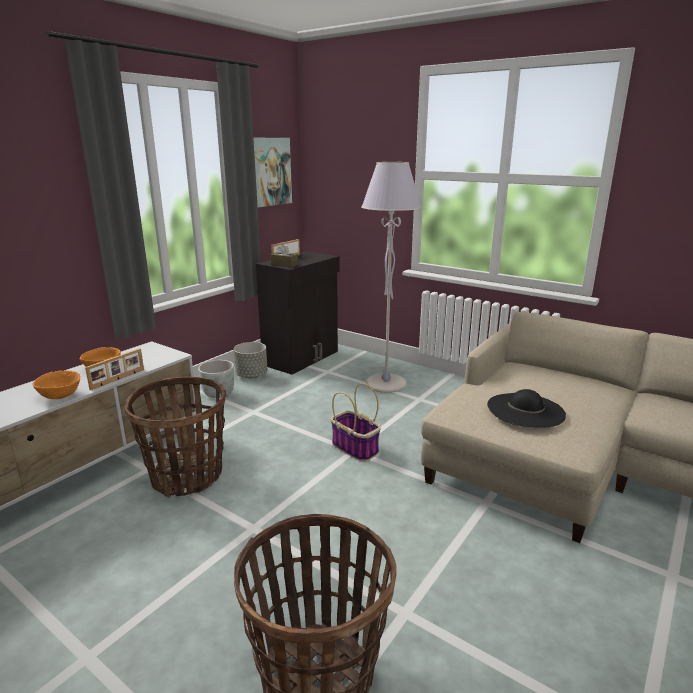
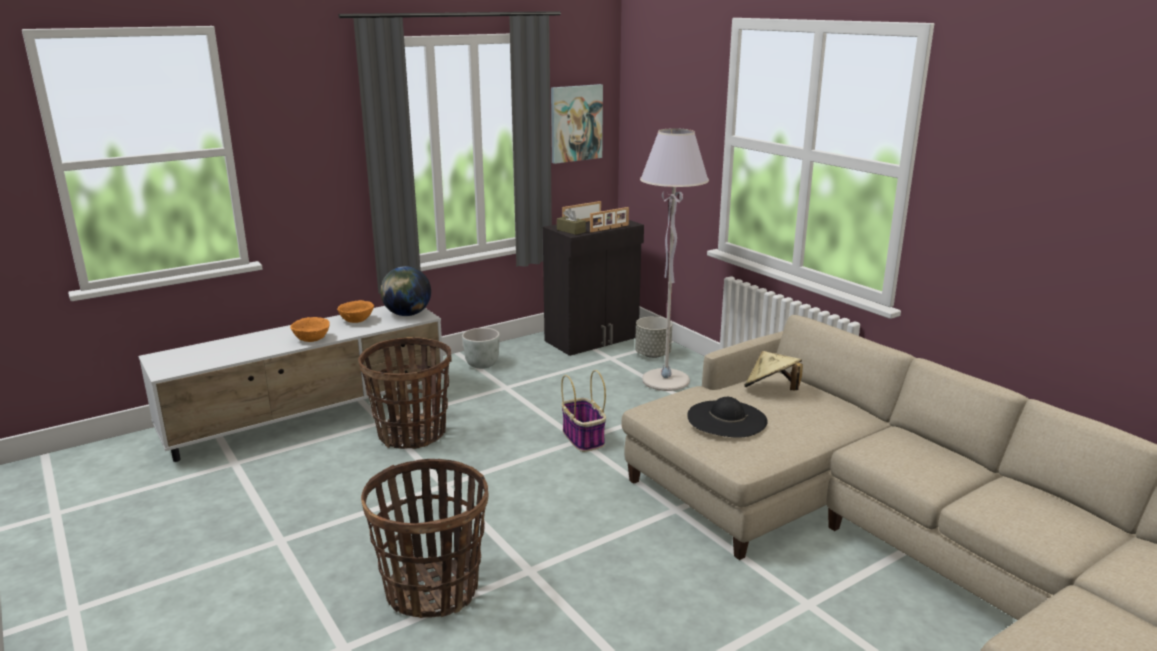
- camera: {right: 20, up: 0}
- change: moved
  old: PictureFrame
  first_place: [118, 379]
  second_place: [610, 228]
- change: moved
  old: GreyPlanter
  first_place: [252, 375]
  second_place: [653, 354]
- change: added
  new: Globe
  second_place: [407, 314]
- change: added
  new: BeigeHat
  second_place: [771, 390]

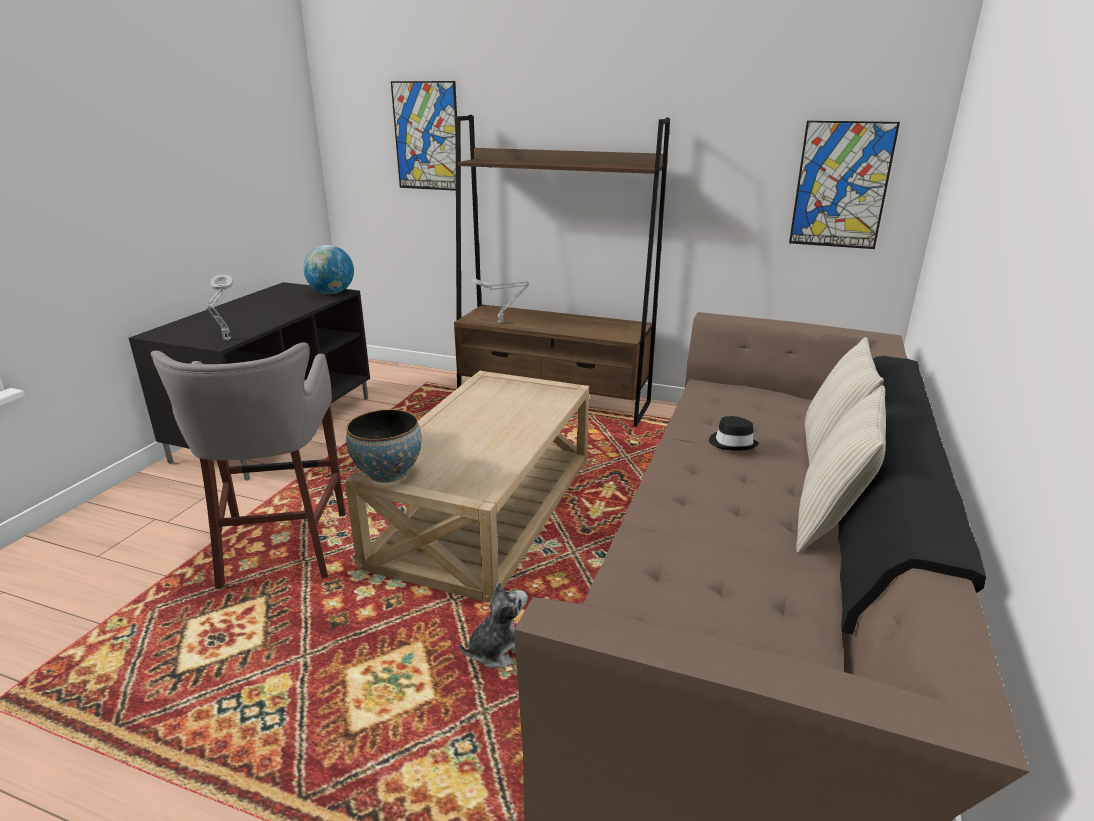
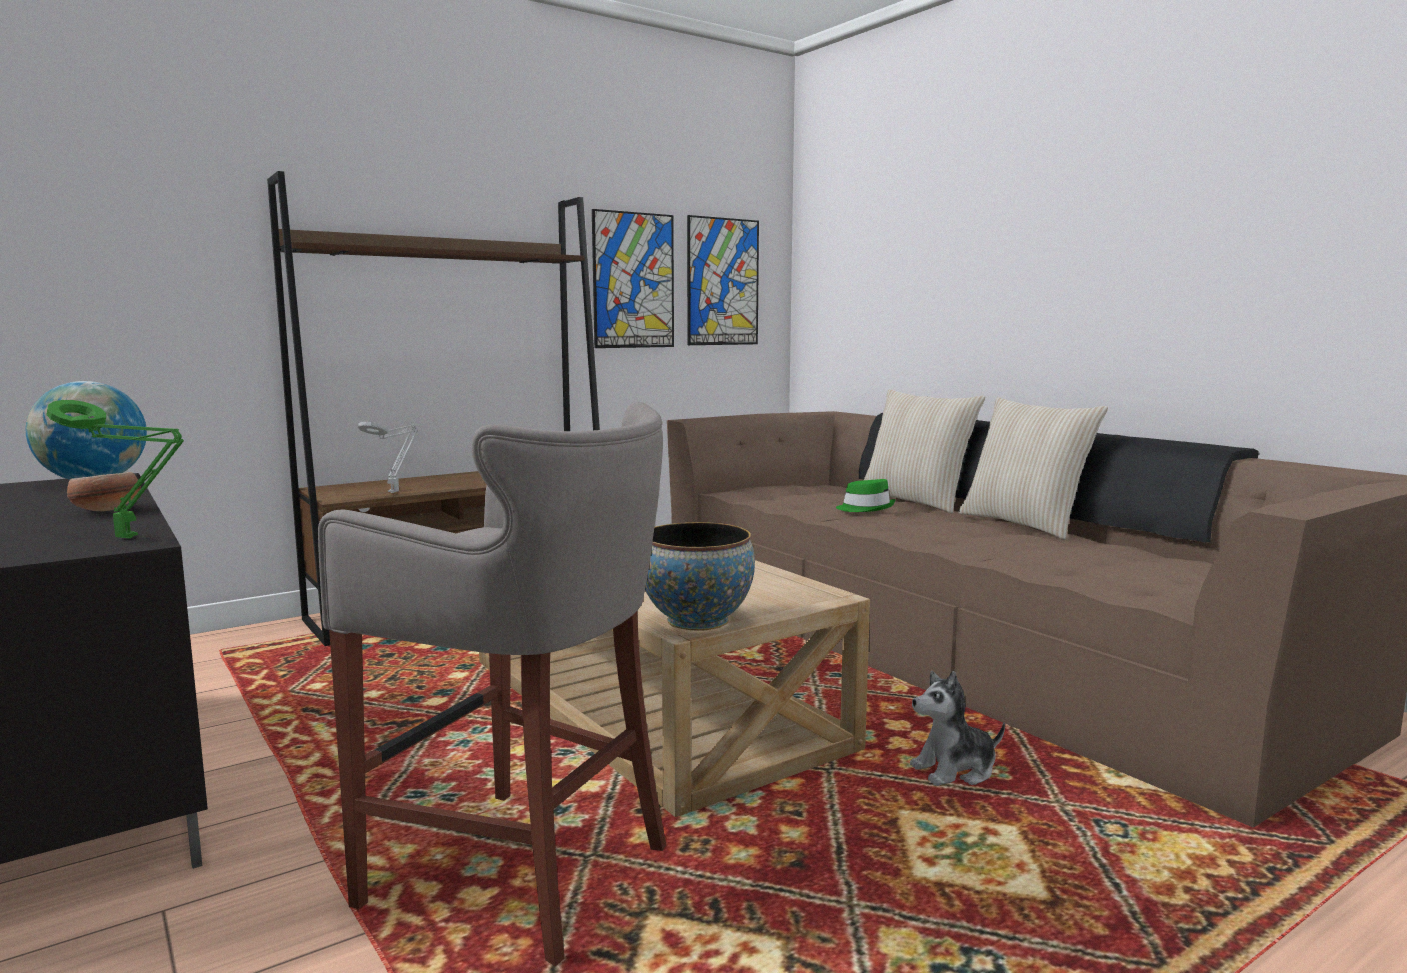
- camera: {right: -55, up: -15}
- change: recoloured
  old: GreyTableLamp
  new: GreenTableLamp
  first_place: [226, 340]
  second_place: [130, 538]
- change: moved
  old: Picture
  first_place: [426, 136]
  second_place: [633, 280]
- change: turned
  old: PlushToy
  first_place: [496, 650]
  second_place: [955, 770]
  degrees: -105
- change: recoloured
  old: BlackHat
  new: GreenHat
  first_place: [732, 443]
  second_place: [866, 508]
- change: added
  new: Bowl
  second_place: [106, 510]

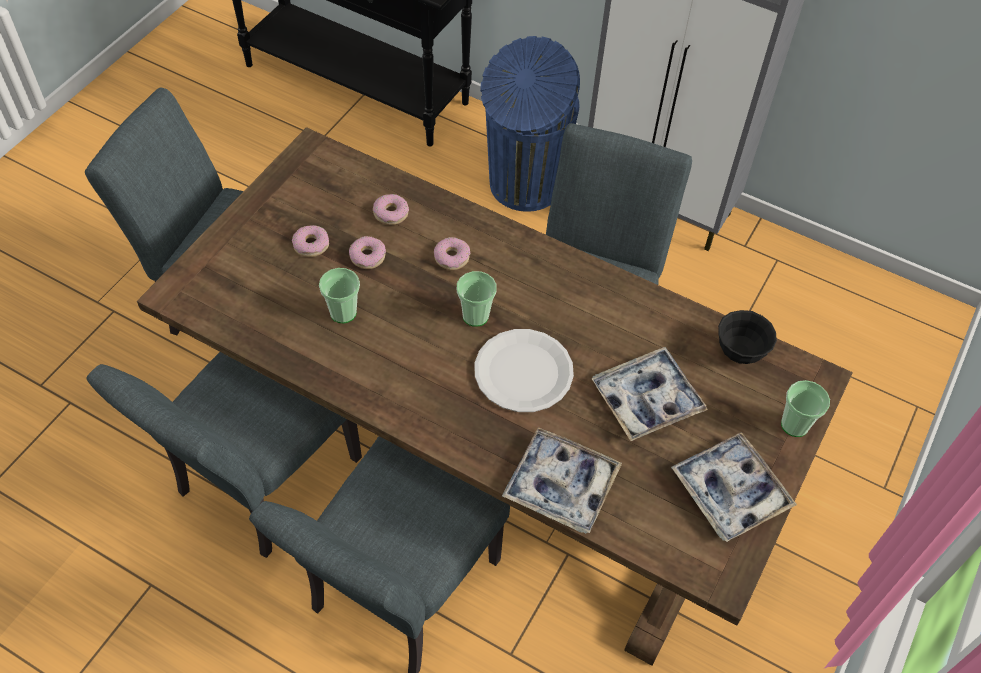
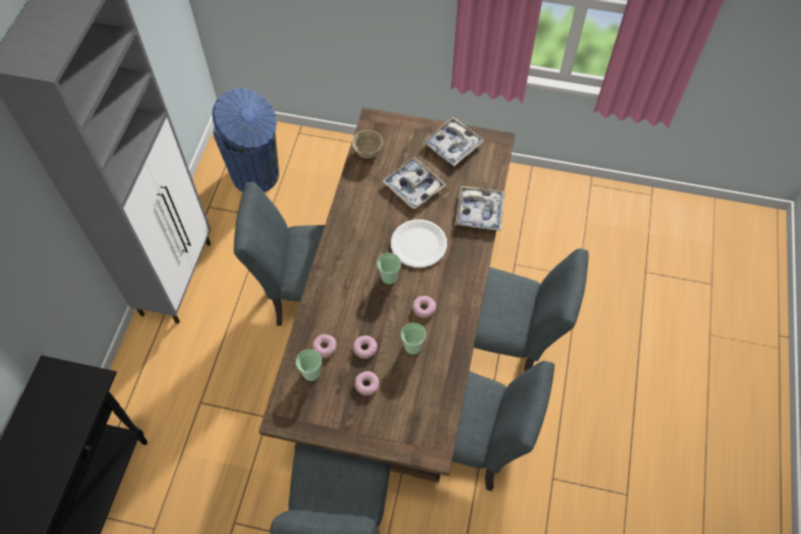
- camera: {right: -105, up: 5}
- change: moved
  old: Donut
  first_place: [452, 257]
  second_place: [424, 308]
- change: moved
  old: BlueTrashCan
  first_place: [523, 186]
  second_place: [257, 175]
- change: recoloured
  old: BlackBowl
  new: BeigeBowl
  first_place: [740, 352]
  second_place: [367, 153]
- change: moved
  old: Cup
  first_place: [795, 425]
  second_place: [311, 373]

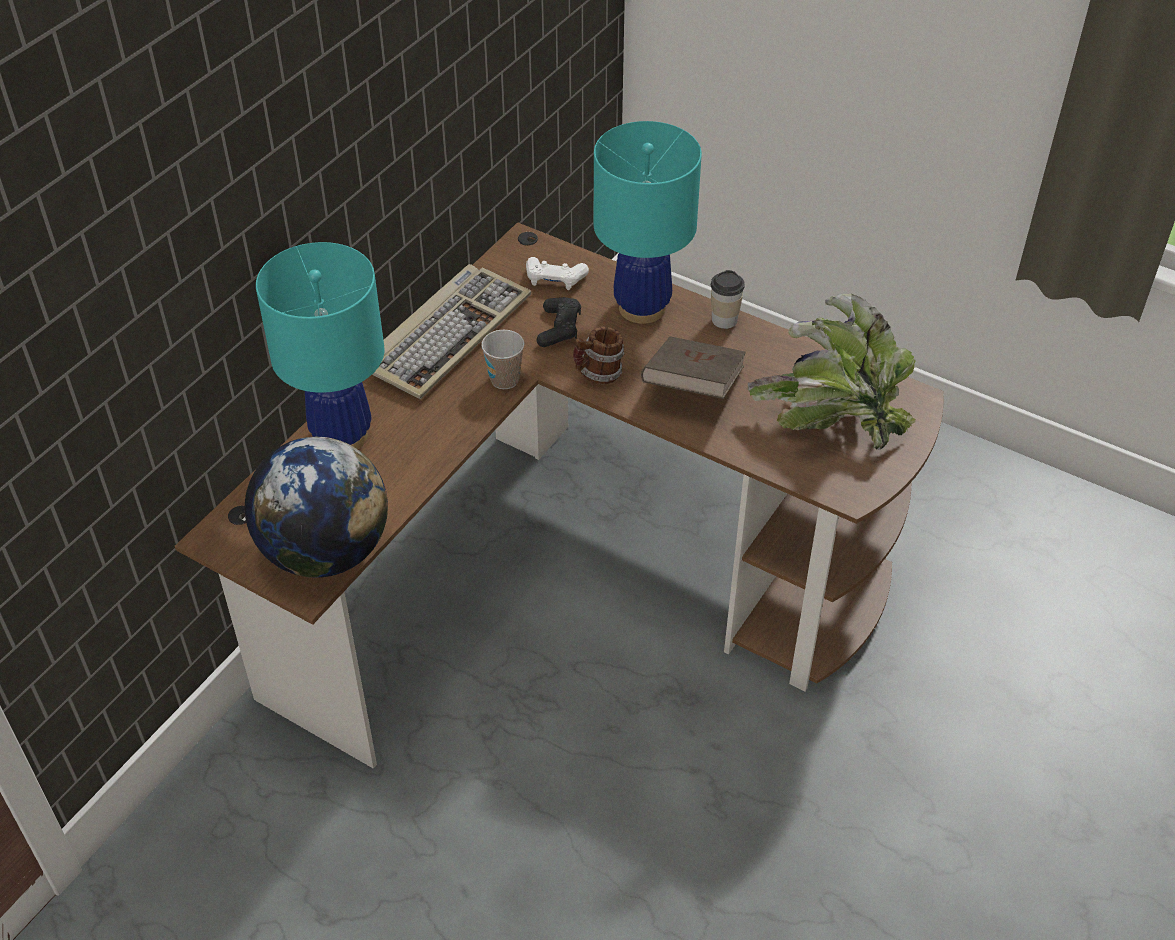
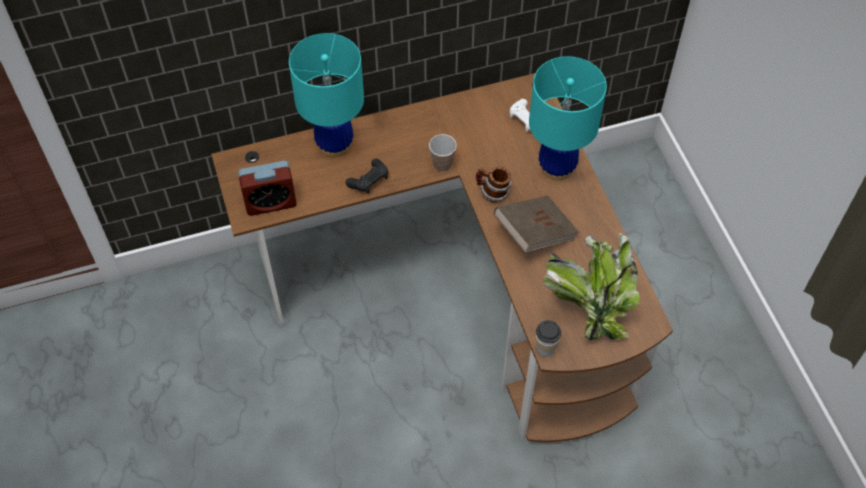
- camera: {right: 40, up: 10}
- change: replaced
  old: Globe
  new: AlarmClock
  first_place: [325, 551]
  second_place: [270, 202]
- change: removed
  old: Keyboard
  first_place: [447, 334]
- change: moved
  old: BlackGameController
  first_place: [559, 329]
  second_place: [369, 180]
- change: moved
  old: Cup
  first_place: [724, 320]
  second_place: [545, 348]

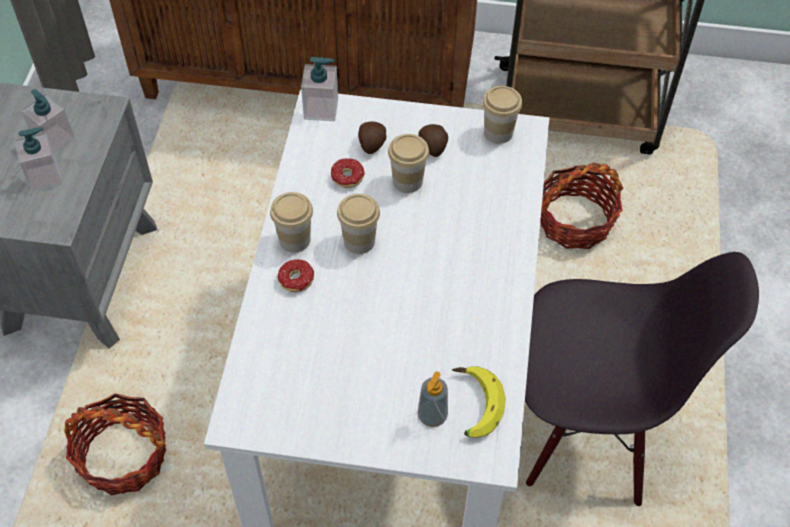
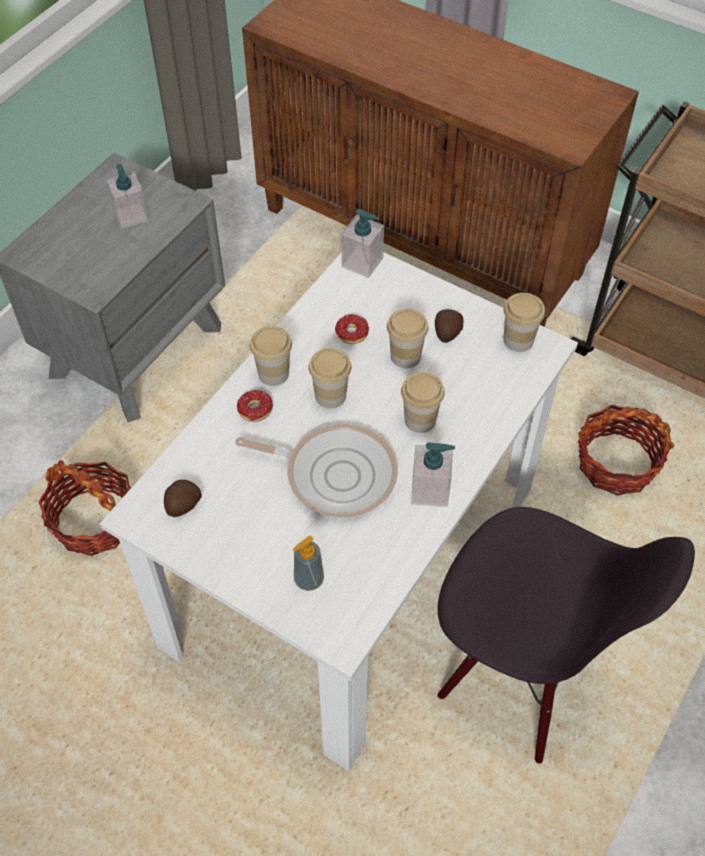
- camera: {right: 25, up: 0}
- change: moved
  old: SoapDispenser
  first_place: [45, 177]
  second_place: [430, 490]
- change: moved
  old: Potato
  first_place: [371, 145]
  second_place: [182, 506]
- change: removed
  old: Banana
  first_place: [472, 405]
- change: added
  new: FryingPan
  second_place: [335, 473]
- change: added
  new: Cup
  second_place: [420, 420]

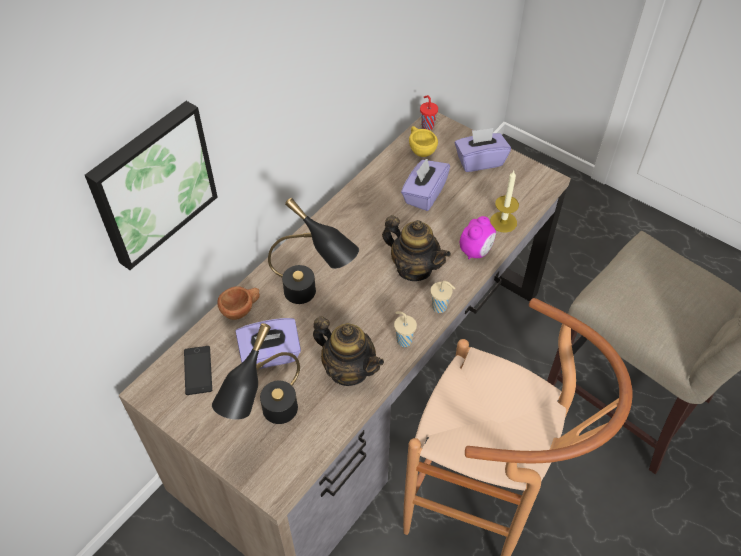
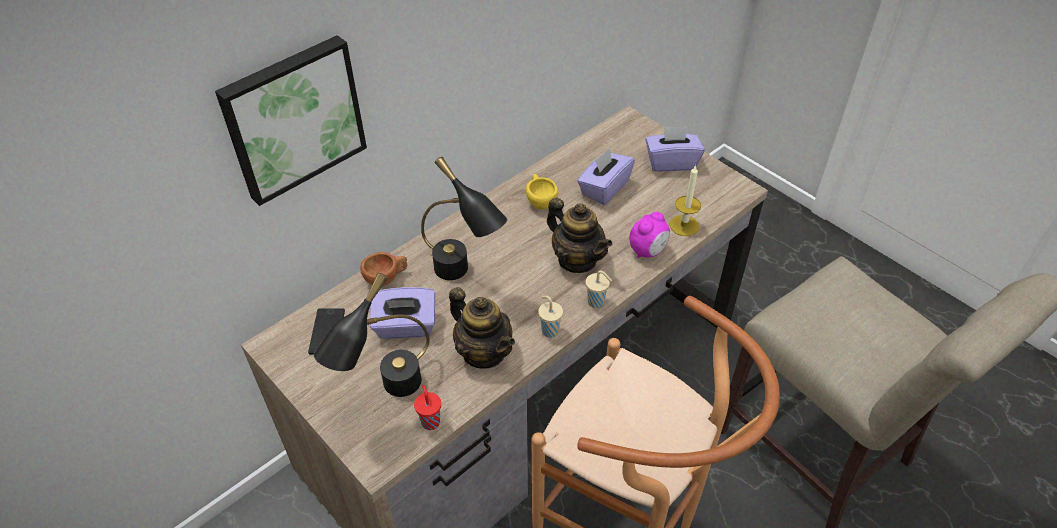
- camera: {right: 10, up: -5}
- change: moved
  old: YellowCup
  first_place: [420, 149]
  second_place: [540, 200]
- change: moved
  old: RedCup
  first_place: [427, 126]
  second_place: [430, 421]

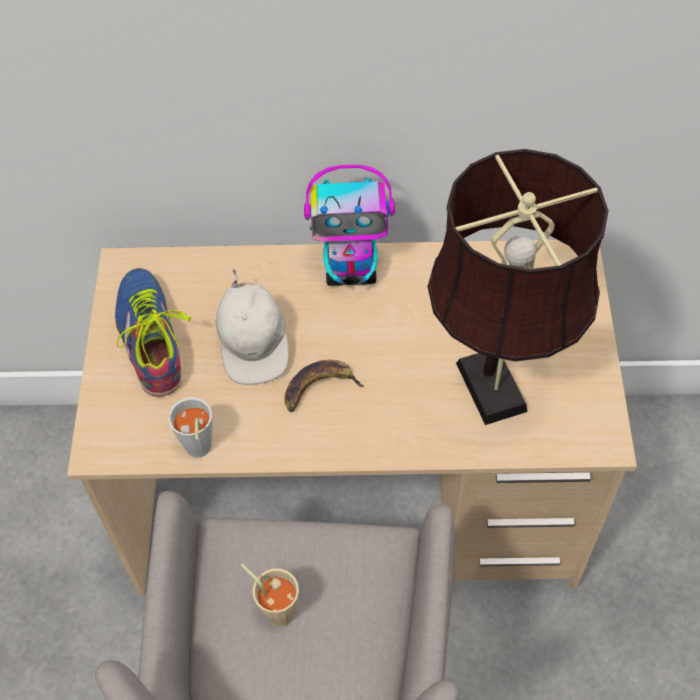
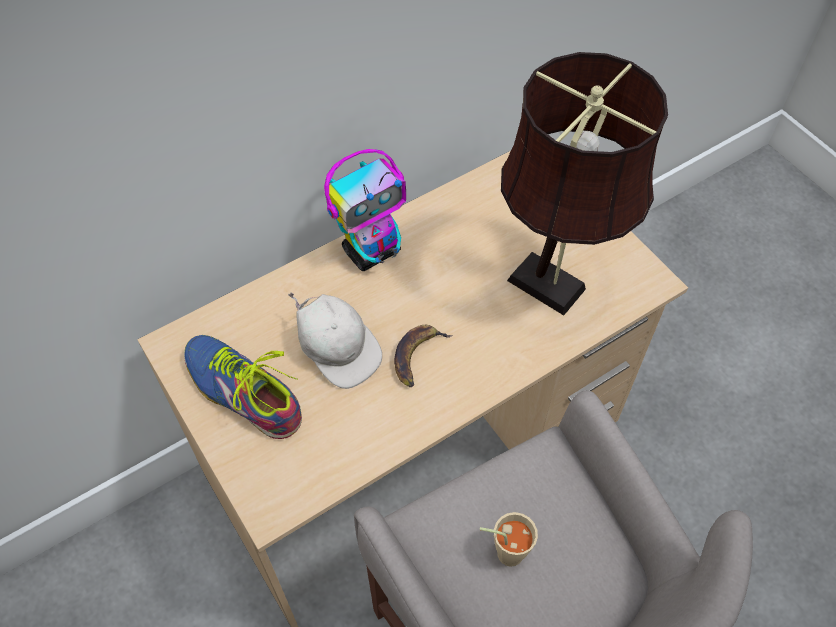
- camera: {right: -35, up: 0}
- change: removed
  old: GreyCup
  first_place: [198, 451]

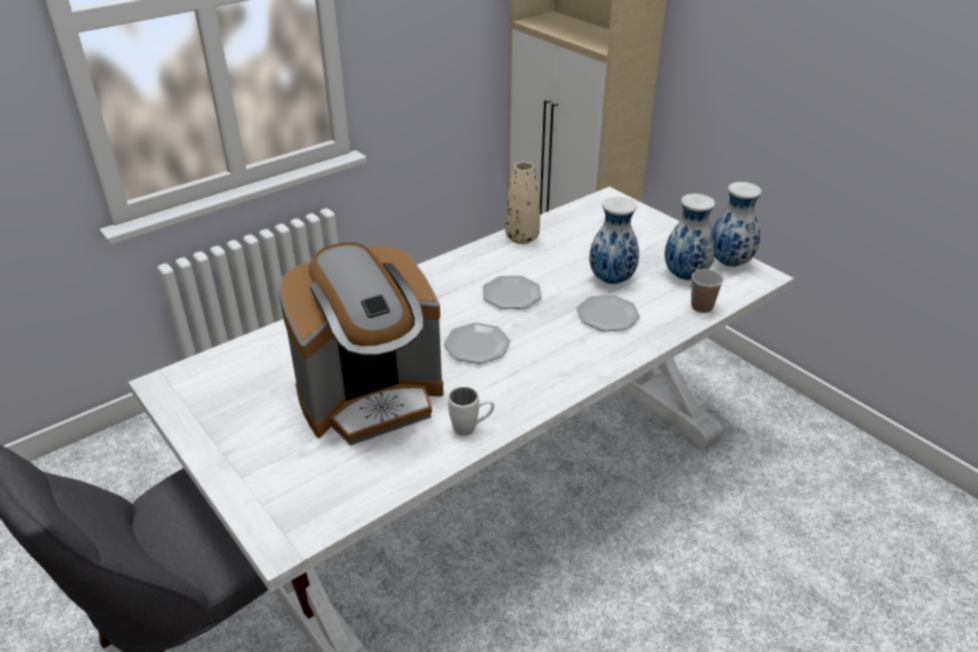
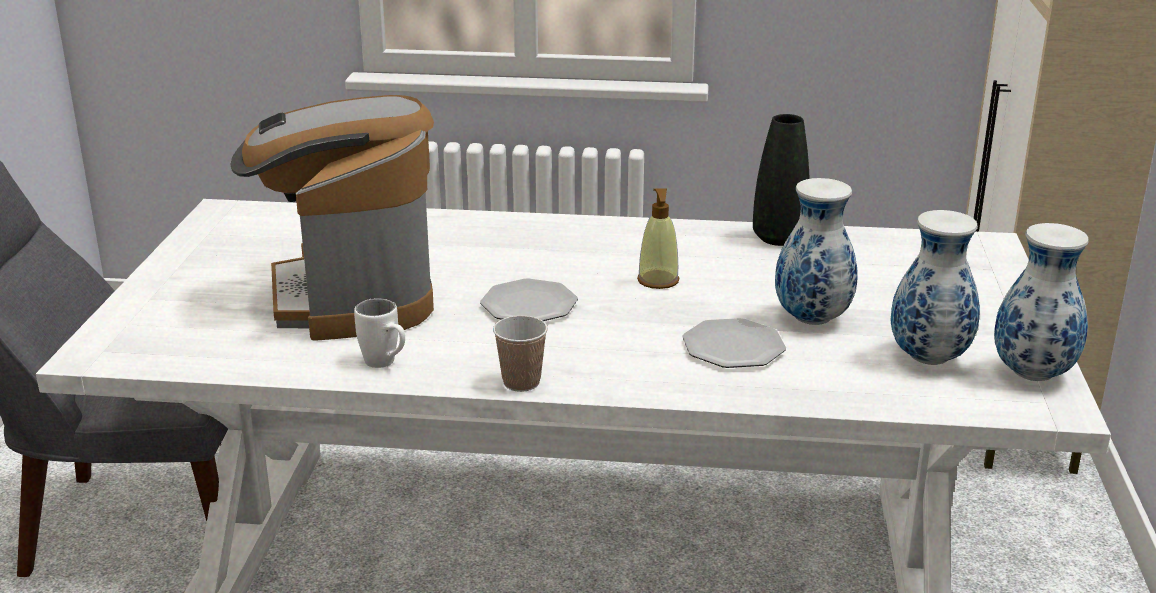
- camera: {right: 45, up: -10}
- change: turned
  old: CoffeeMachine
  first_place: [371, 397]
  second_place: [350, 297]
  degrees: 60
- change: replaced
  old: Plate
  new: SoapDispenser
  first_place: [511, 294]
  second_place: [658, 281]
- change: recoloured
  old: BeigeVase
  new: BlackVase
  first_place: [522, 238]
  second_place: [778, 238]
- change: moved
  old: Cup
  first_place: [702, 307]
  second_place: [521, 382]

